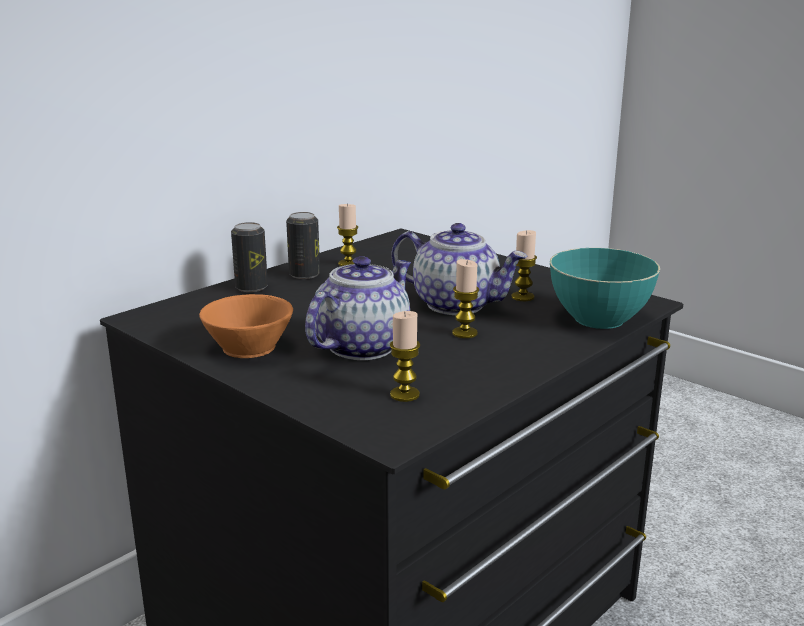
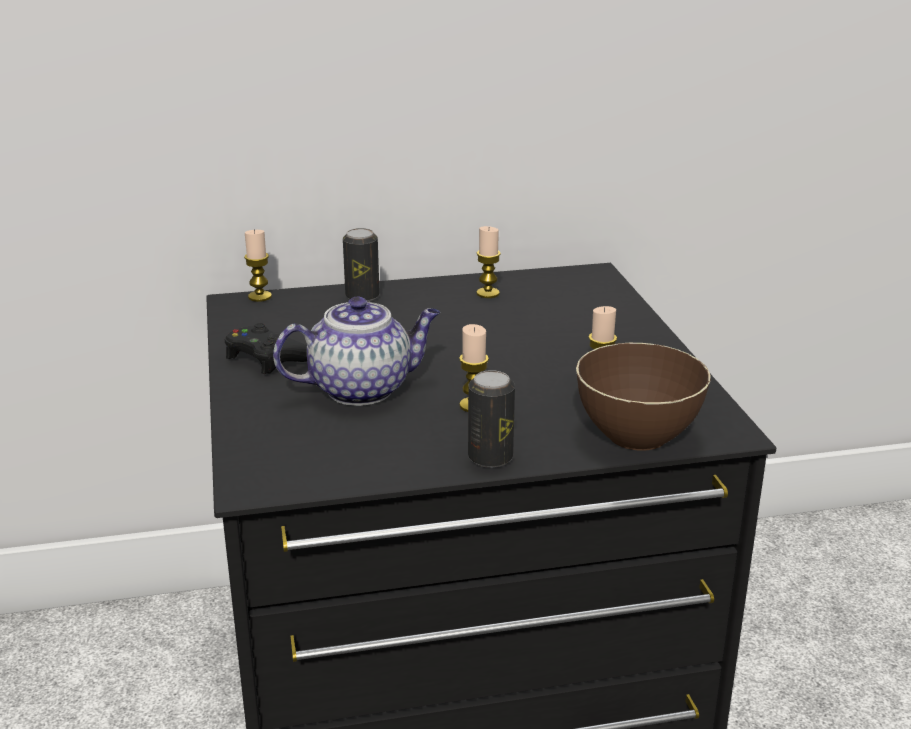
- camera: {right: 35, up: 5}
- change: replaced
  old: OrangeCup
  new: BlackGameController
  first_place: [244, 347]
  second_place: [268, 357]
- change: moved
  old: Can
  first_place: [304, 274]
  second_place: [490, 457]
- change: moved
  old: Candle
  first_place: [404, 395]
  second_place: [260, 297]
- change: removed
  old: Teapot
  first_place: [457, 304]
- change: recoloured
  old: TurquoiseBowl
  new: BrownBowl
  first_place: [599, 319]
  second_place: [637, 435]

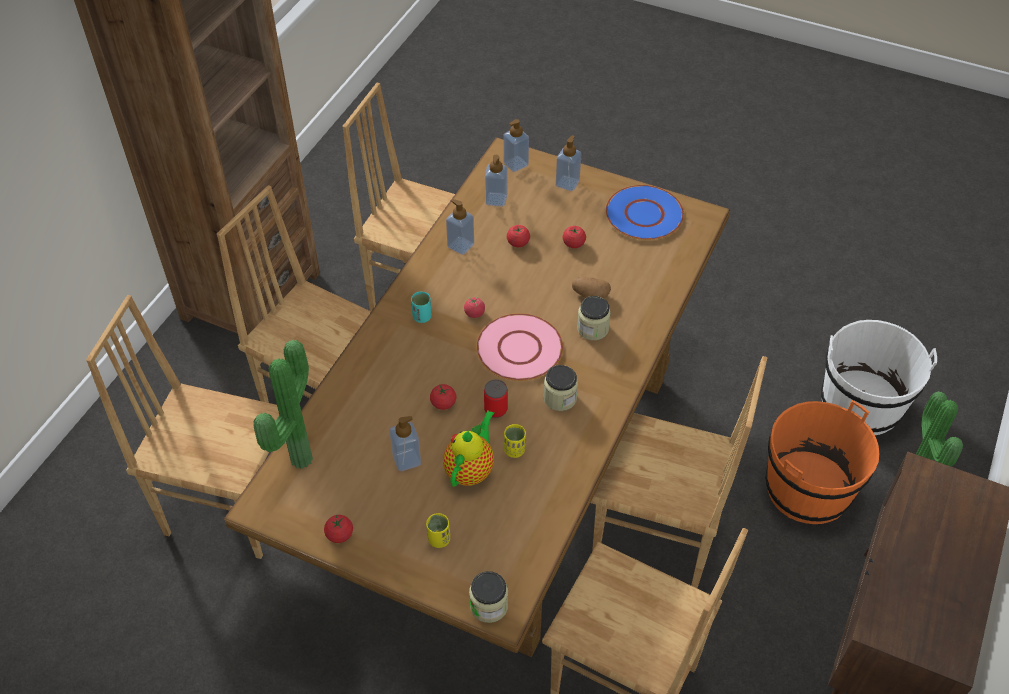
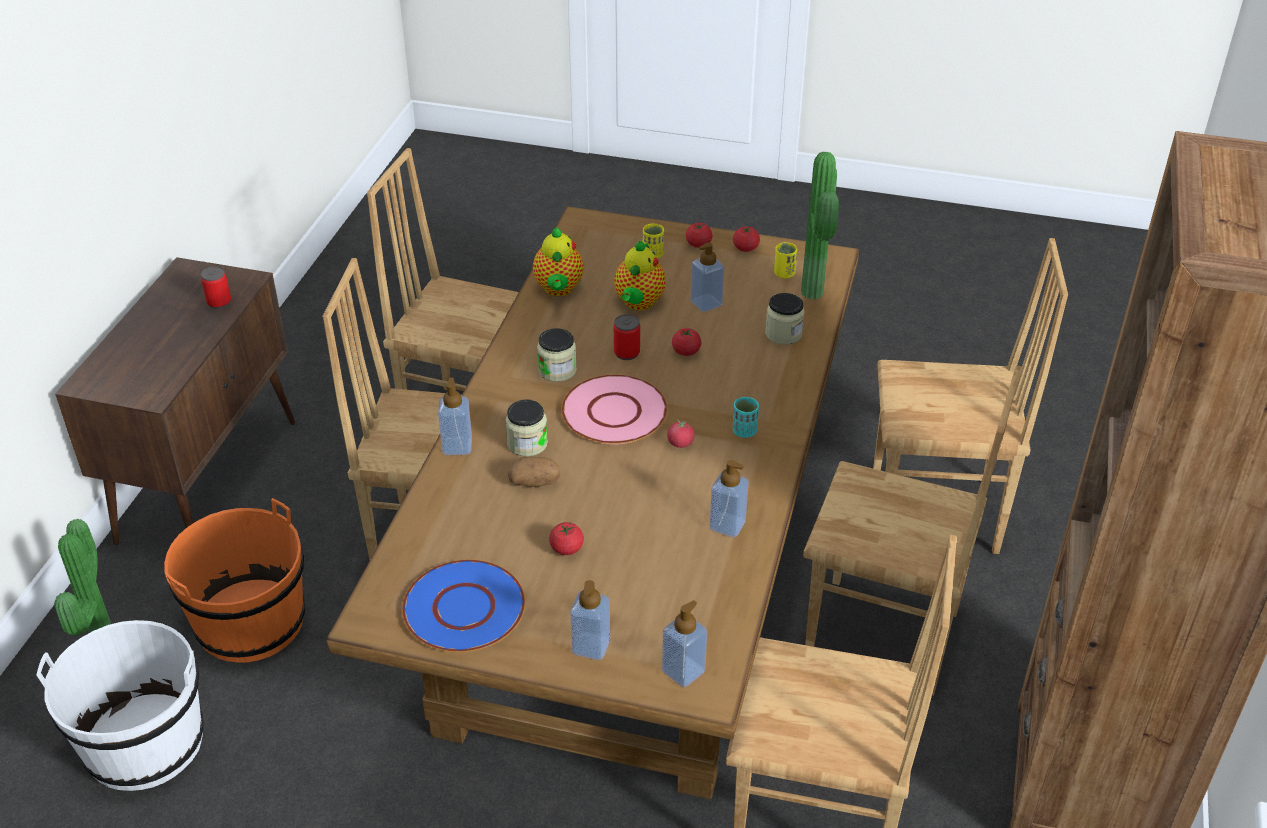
- camera: {right: 170, up: -10}
- change: moved
  old: Jar
  first_place: [489, 606]
  second_place: [783, 334]
- change: moved
  old: SoapDispenser
  first_place: [496, 199]
  second_place: [457, 446]
- change: moved
  old: YellowCup
  first_place: [514, 450]
  second_place: [784, 274]
- change: moved
  old: Tomato
  first_place: [518, 243]
  second_place: [698, 244]
- change: added
  new: Can
  second_place: [219, 302]
- change: added
  new: Teapot
  second_place: [558, 289]

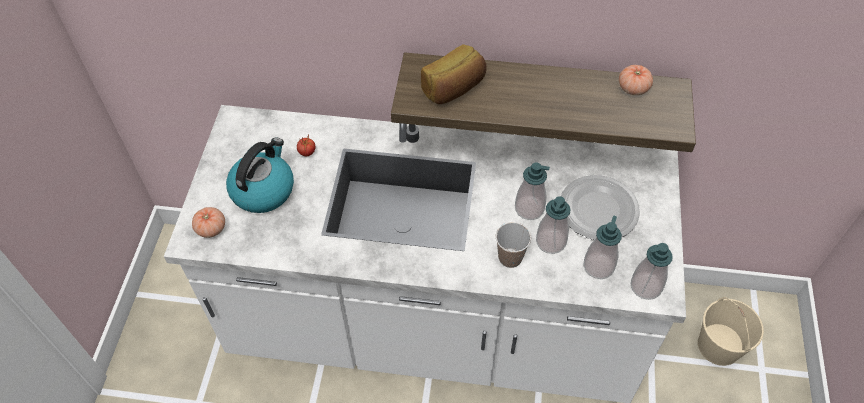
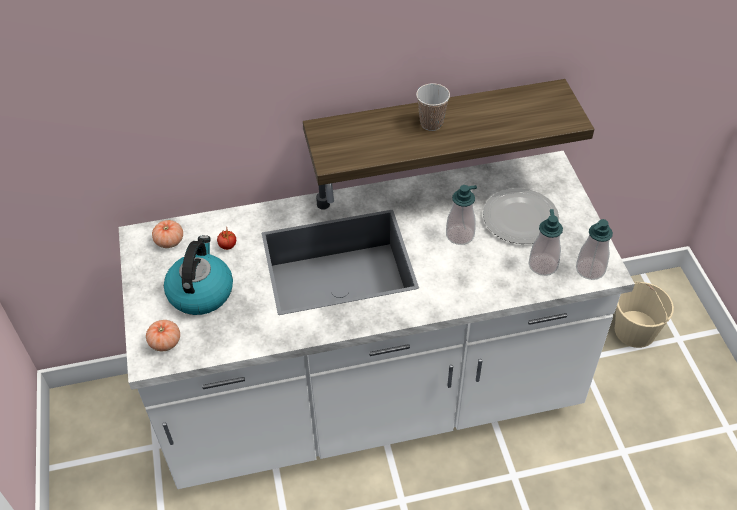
- camera: {right: -20, up: -5}
- change: removed
  old: Bread
  first_place: [454, 88]
- change: moved
  old: Cup
  first_place: [510, 258]
  second_place: [431, 123]
- change: removed
  old: SoapDispenser
  first_place: [551, 241]
- change: moved
  old: Tomato
  first_place: [633, 88]
  second_place: [169, 241]

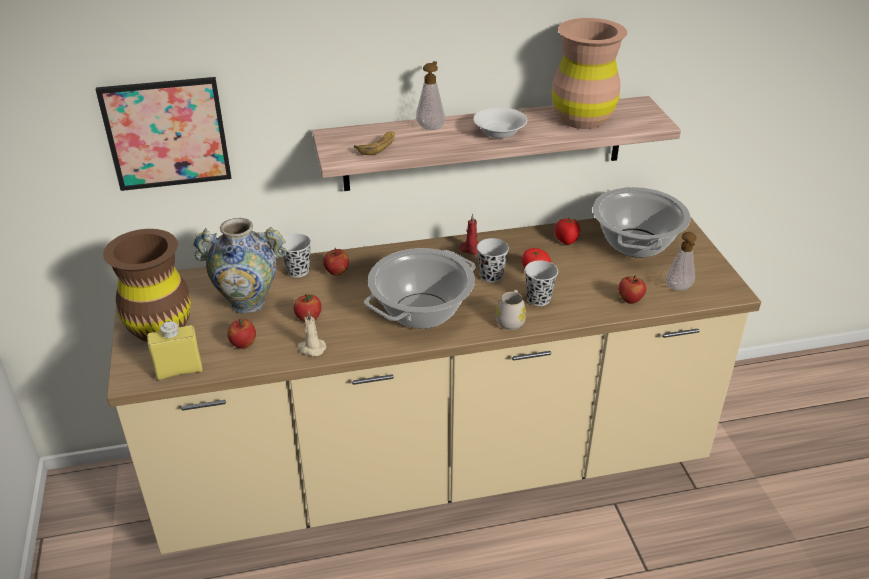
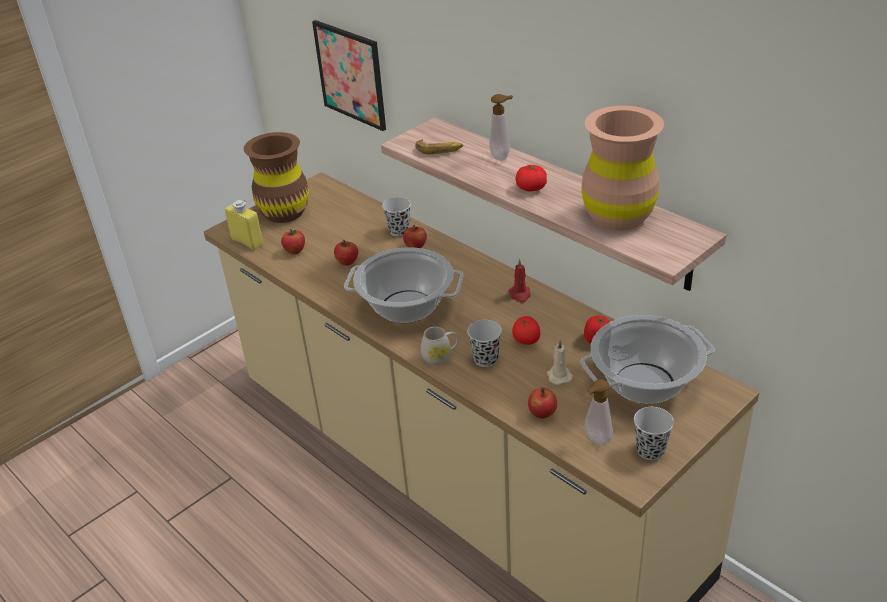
- camera: {right: 60, up: 0}
- change: removed
  old: Vase
  first_place: [248, 303]
- change: moved
  old: BeigeCandle
  first_place: [311, 348]
  second_place: [558, 375]
- change: replaced
  old: WhiteBowl
  new: Tomato
  first_place: [499, 133]
  second_place: [531, 188]
- change: moved
  old: BlackCup
  first_place: [491, 276]
  second_place: [650, 450]

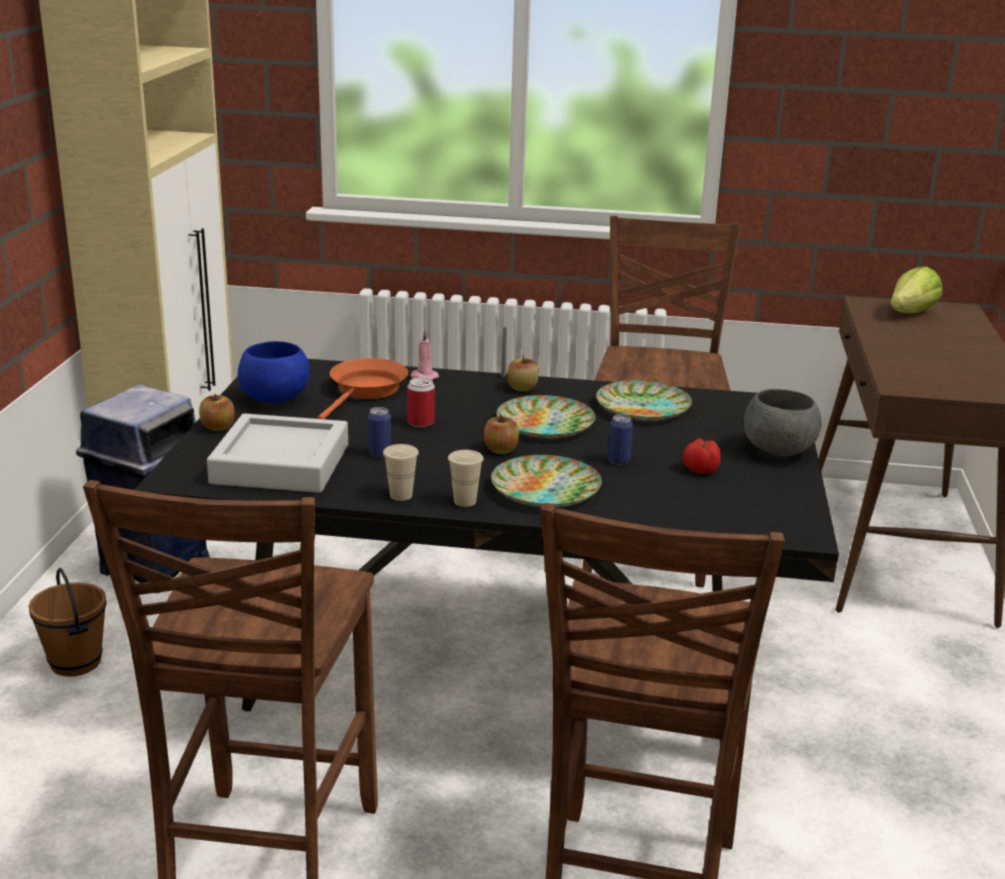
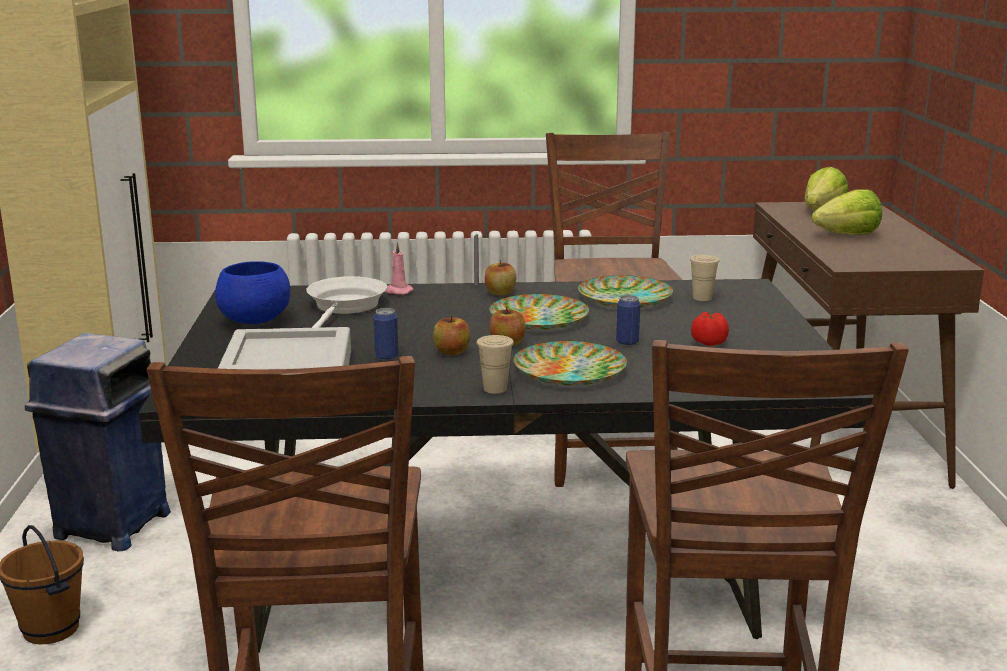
- camera: {right: -10, up: -5}
- change: moved
  old: Apple
  first_place: [218, 427]
  second_place: [452, 352]
- change: recoloured
  old: OrangeFryingPan
  new: WhiteFryingPan
  first_place: [366, 391]
  second_place: [345, 307]
- change: moved
  old: BeigeCup
  first_place: [401, 495]
  second_place: [702, 298]
- change: removed
  old: Can
  first_place: [421, 422]
- change: removed
  old: GreyBowl
  first_place: [778, 451]
- change: added
  new: Lettuce
  second_place: [848, 235]

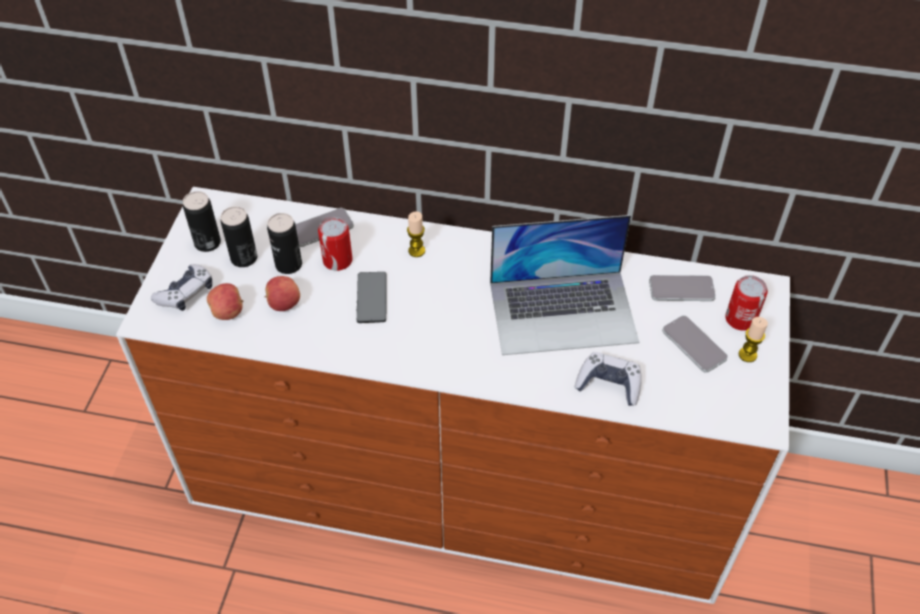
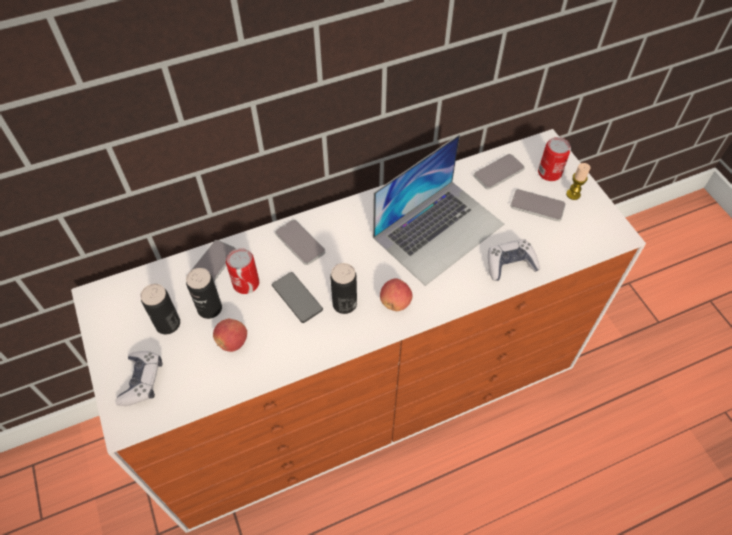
- camera: {right: -35, up: 5}
- change: moved
  old: Can
  first_place: [207, 243]
  second_place: [344, 304]
- change: moved
  old: Apple
  first_place: [228, 312]
  second_place: [395, 302]
- change: replaced
  old: Candle
  new: Phone
  first_place: [416, 251]
  second_place: [300, 242]

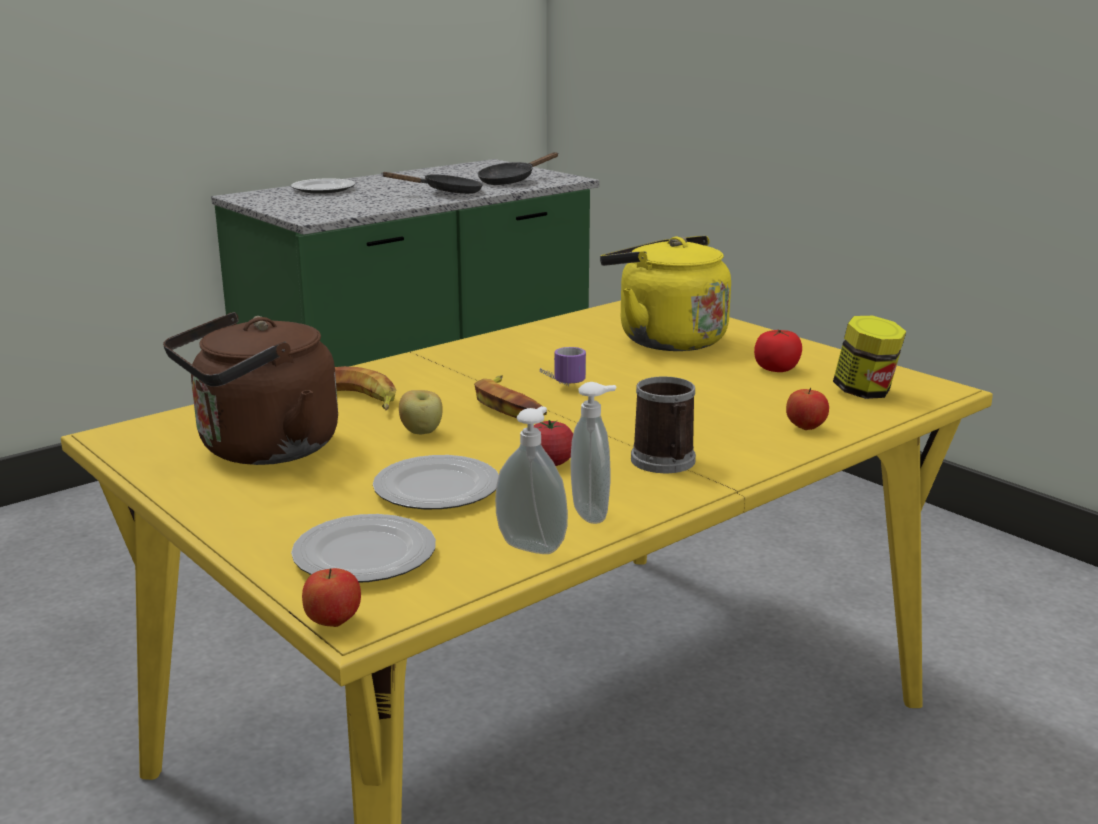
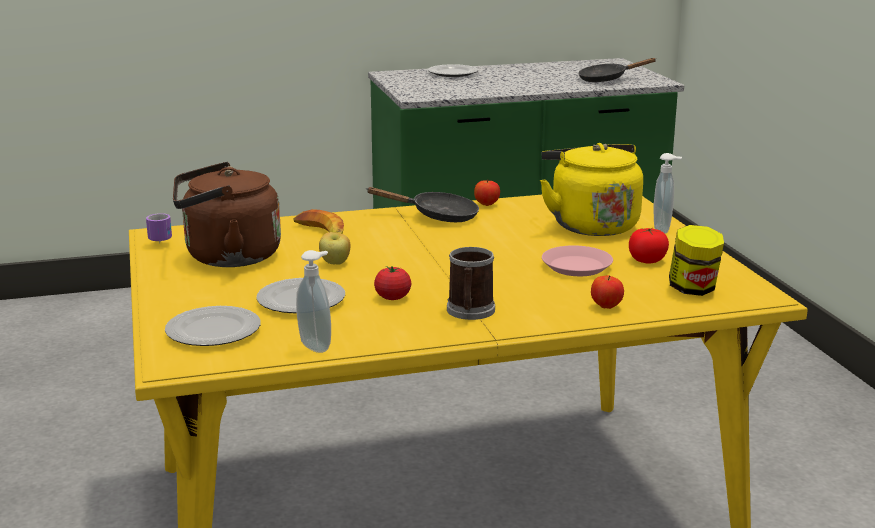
- camera: {right: 25, up: 0}
- change: moved
  old: Apple
  first_place: [333, 622]
  second_place: [486, 204]
- change: moved
  old: BlackFryingPan
  first_place: [446, 193]
  second_place: [437, 216]
- change: removed
  old: Banana
  first_place: [509, 405]
- change: moved
  old: Mug
  first_place: [559, 382]
  second_place: [161, 239]
- change: moved
  old: SoapDispenser
  first_place: [593, 513]
  second_place: [663, 230]
- change: added
  new: PinkPlate
  second_place: [577, 266]

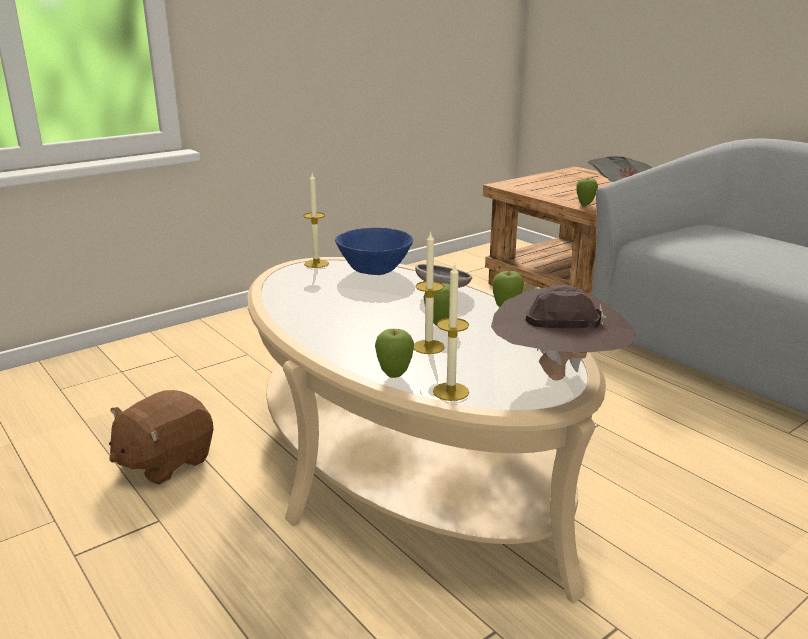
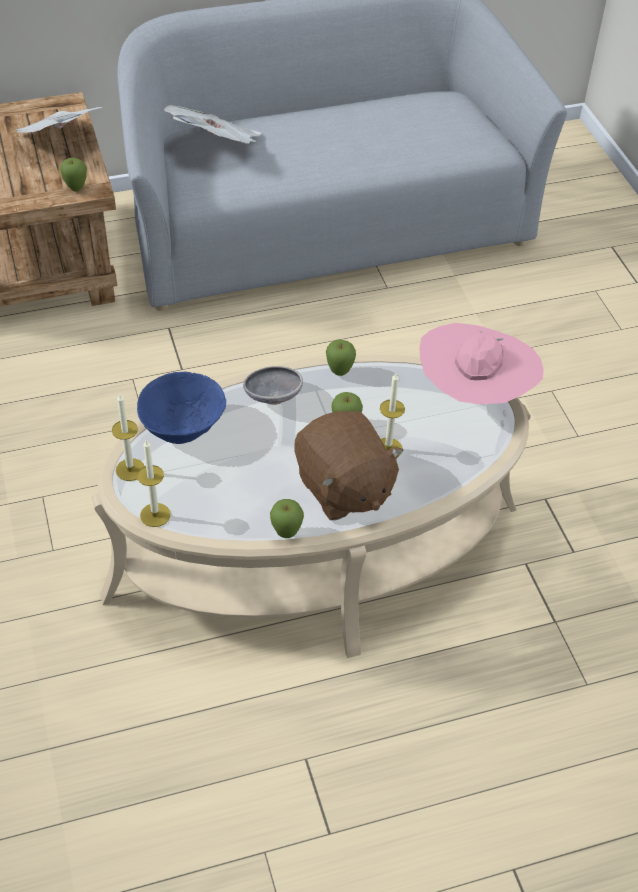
- camera: {right: -70, up: 25}
- change: moved
  old: BrownPlushToy
  first_place: [165, 461]
  second_place: [343, 488]
- change: moved
  old: Apple
  first_place: [394, 376]
  second_place: [286, 533]
- change: moved
  old: Candle
  first_place: [451, 391]
  second_place: [155, 515]
- change: recoloured
  old: BrownHat
  new: PinkHat
  first_place: [556, 376]
  second_place: [474, 395]
- change: added
  new: Newspaper
  second_place: [217, 146]

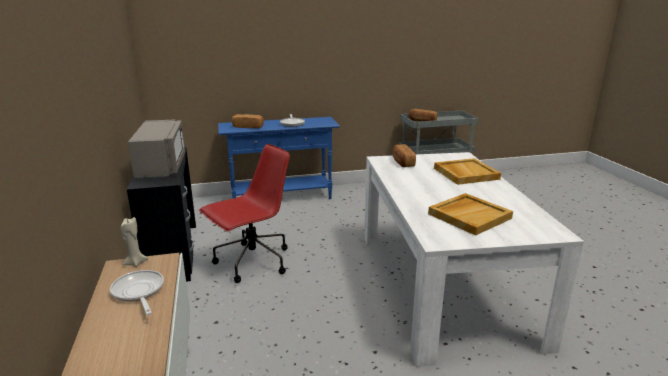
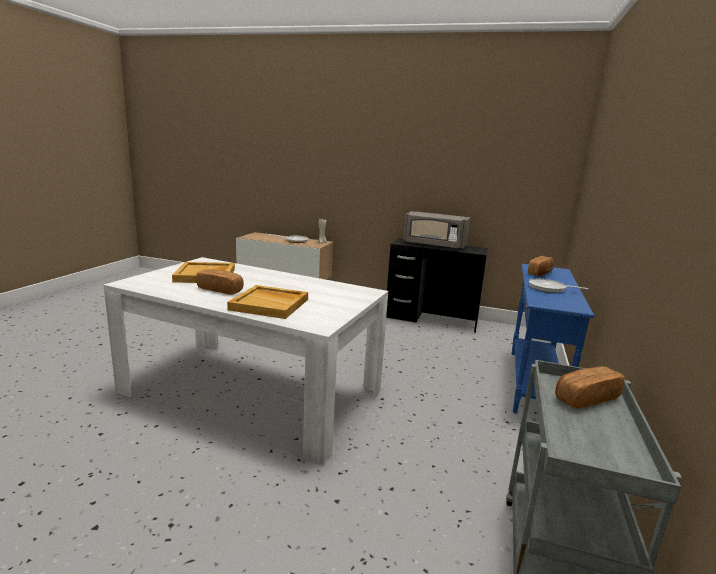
- camera: {right: 120, up: -5}
- change: removed
  old: RedOfficeChair
  first_place: [252, 262]
- change: moved
  old: Bread
  first_place: [402, 162]
  second_place: [221, 290]

